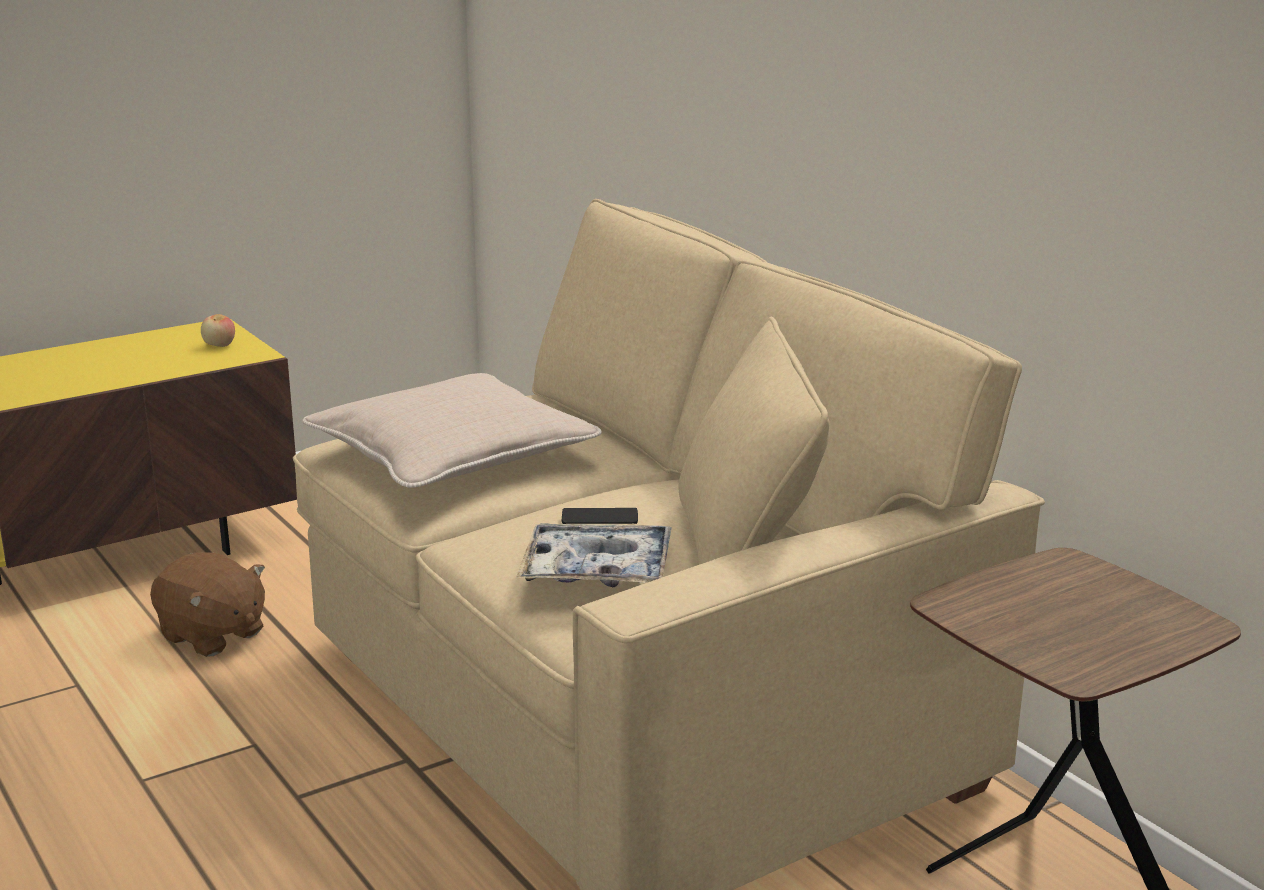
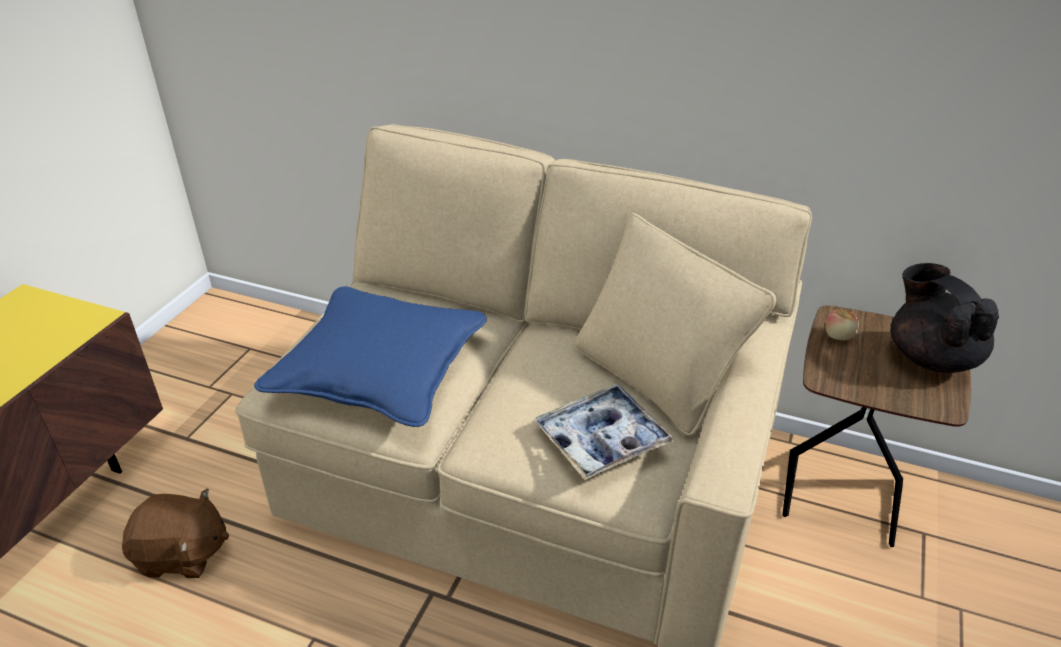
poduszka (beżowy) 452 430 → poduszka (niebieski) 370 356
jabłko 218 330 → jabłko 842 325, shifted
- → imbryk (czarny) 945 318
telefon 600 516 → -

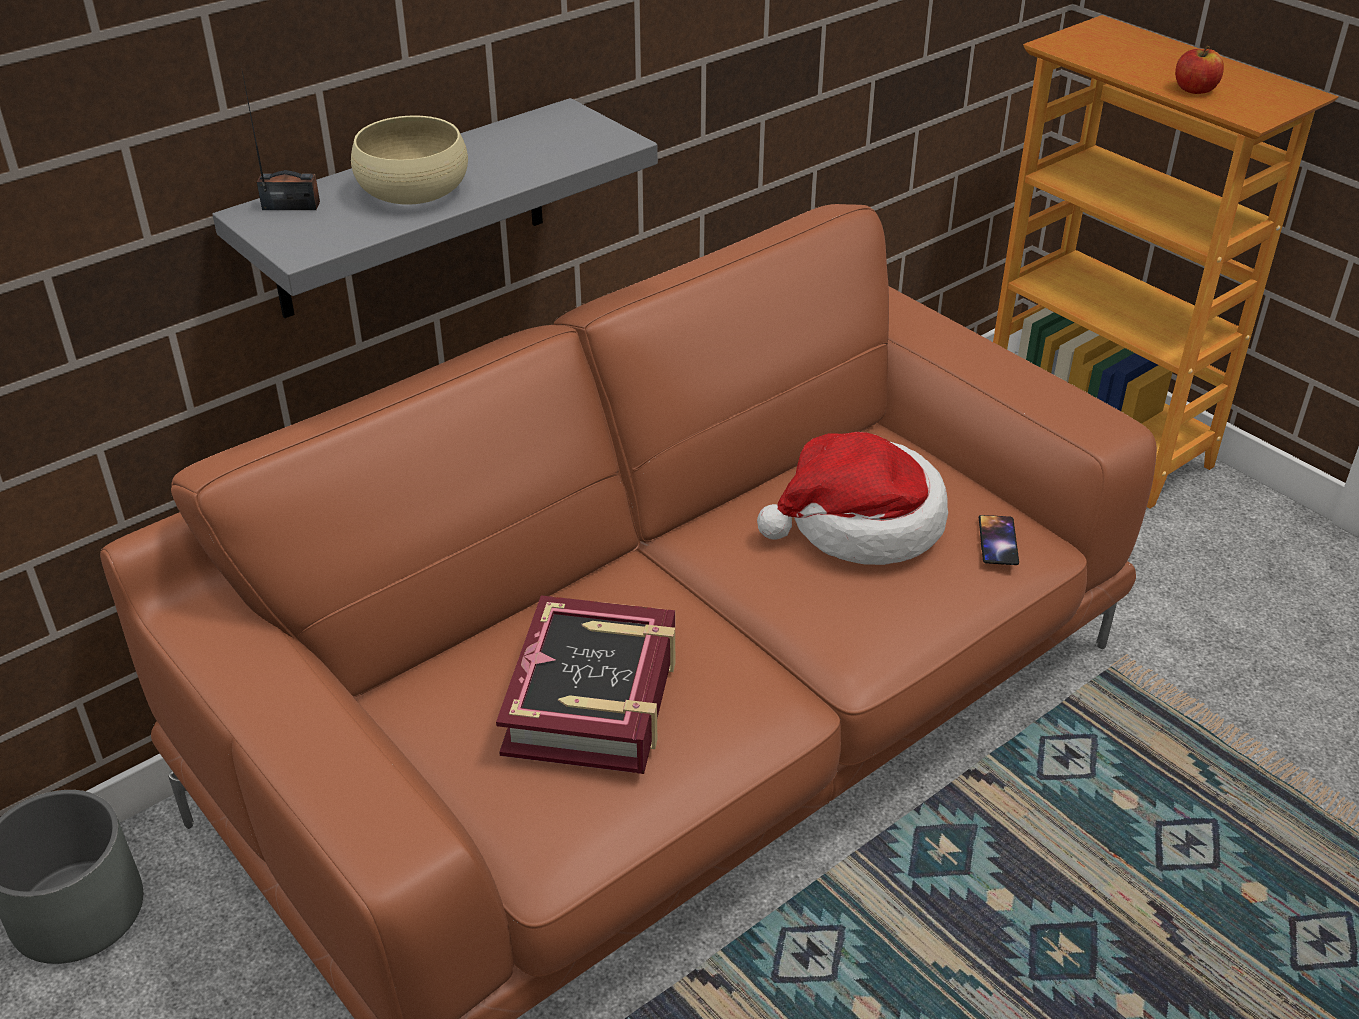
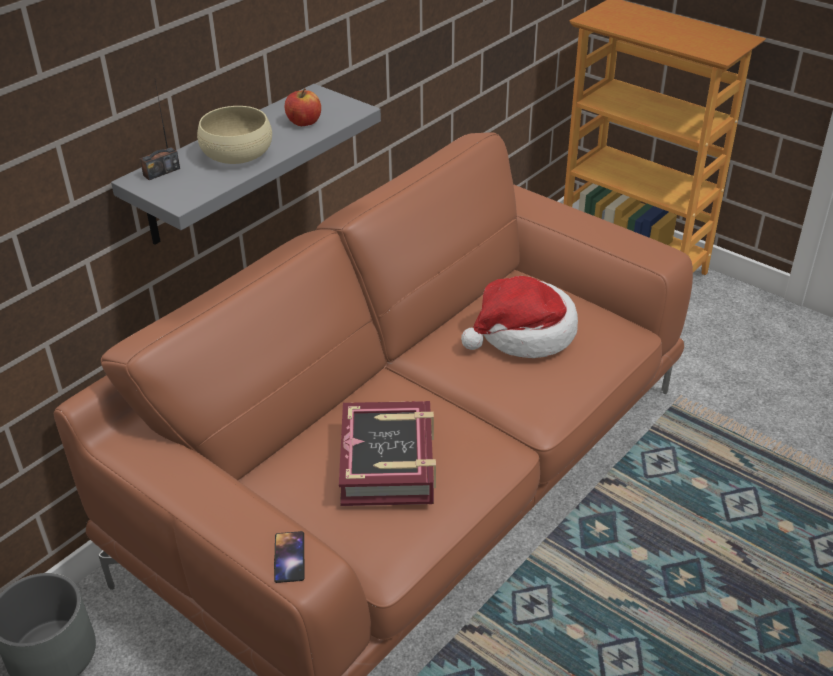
radio 281 140 → radio 160 130, 150 degrees clockwise
telefon 999 540 → telefon 289 557, shifted
jabłko 1199 70 → jabłko 303 107, shifted

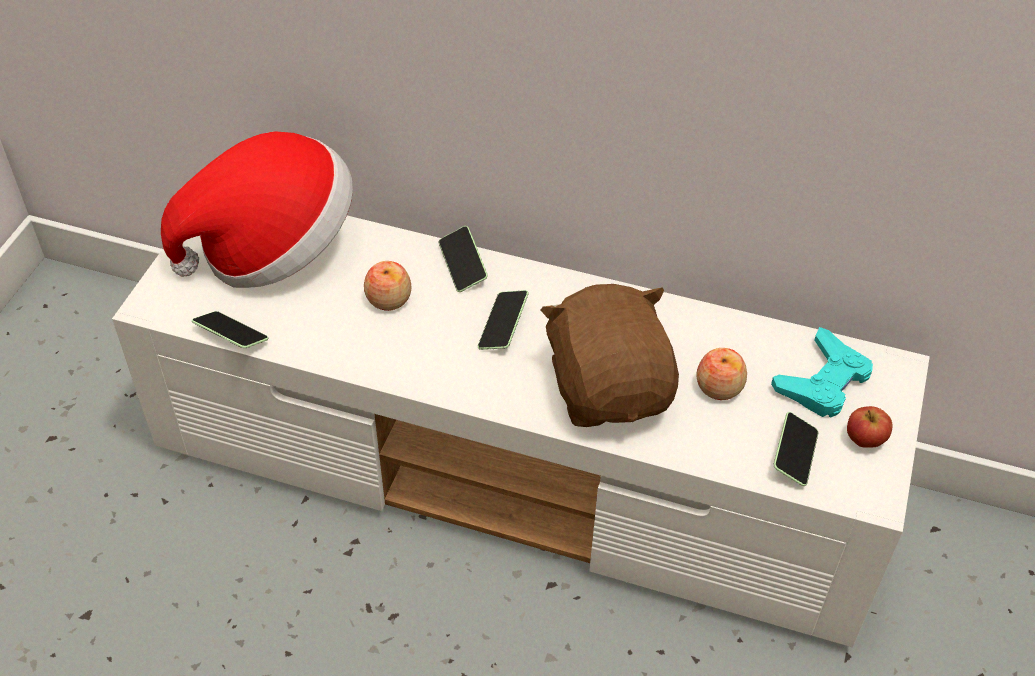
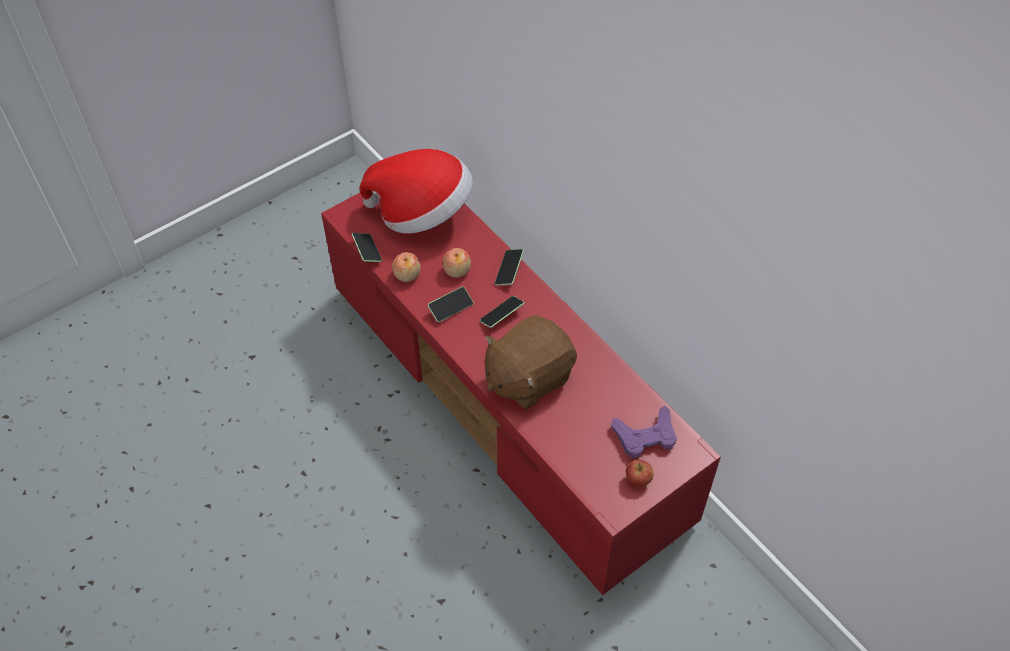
szafka pod telewizor (biały) 521 431 → szafka pod telewizor (czerwony) 521 392
jabłko 722 374 → jabłko 406 267, shifted
telefon 796 449 → telefon 451 304, shifted
pluszak (brązowy) 610 355 → pluszak (brązowy) 531 363, 150 degrees counterclockwise
pad do gier (turkusowy) 822 372 → pad do gier (fioletowy) 643 432

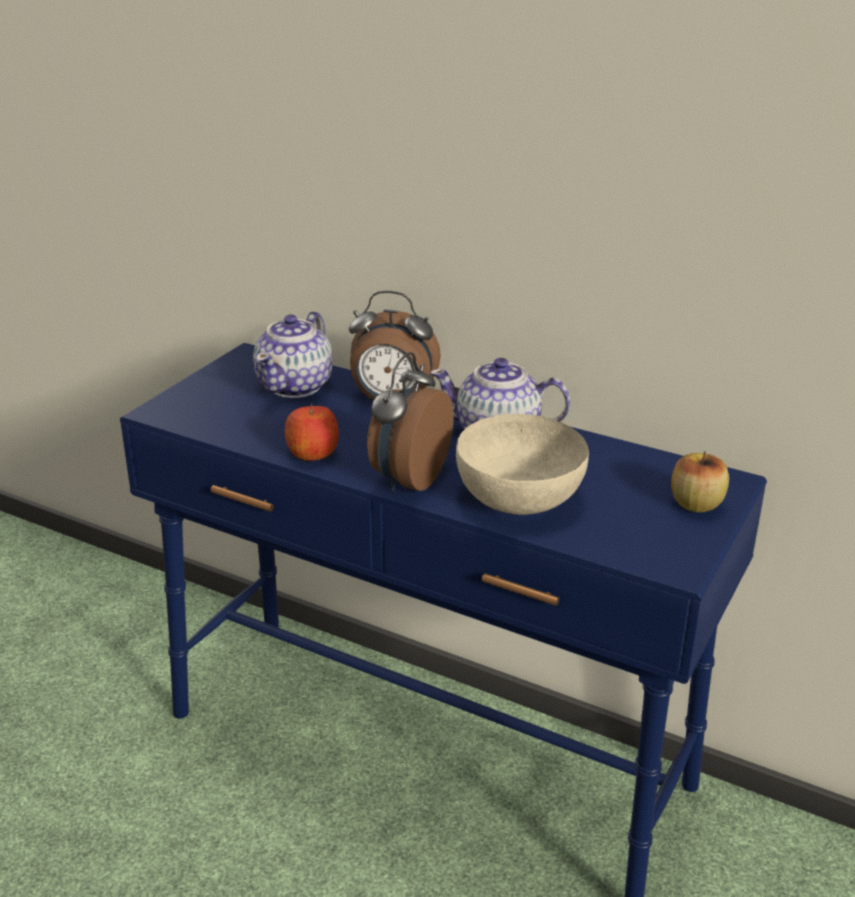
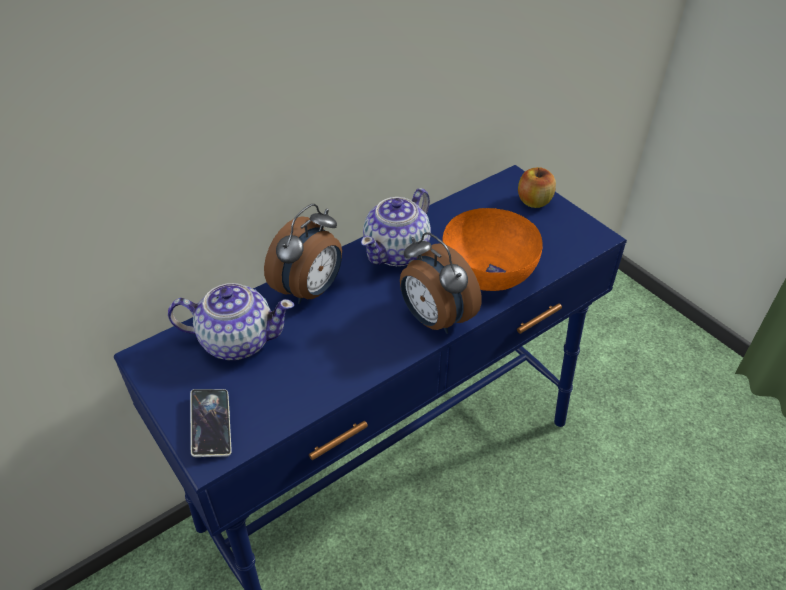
imbryk 293 354 → imbryk 231 321, 45 degrees counterclockwise
- → telefon 211 423
miska (beżowy) 522 464 → miska (pomarańczowy) 492 249
jabłko 312 432 → -

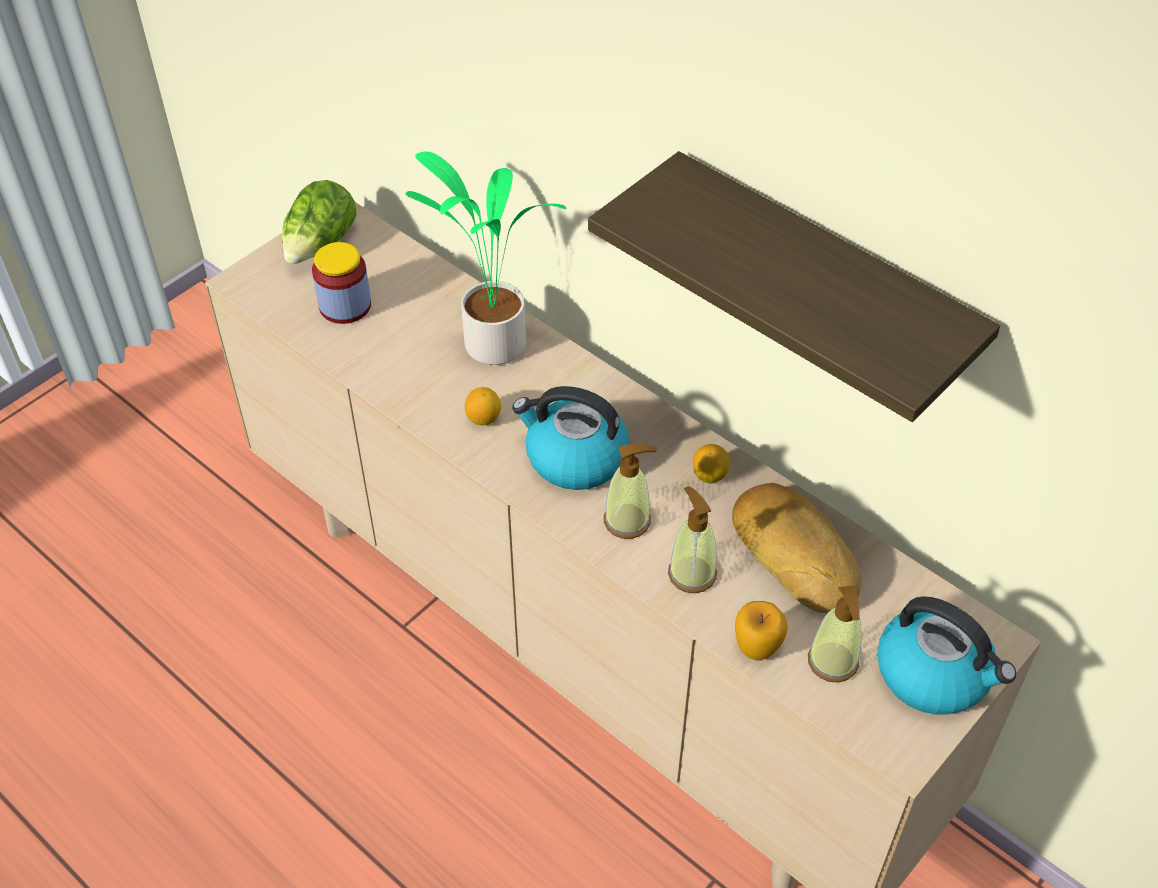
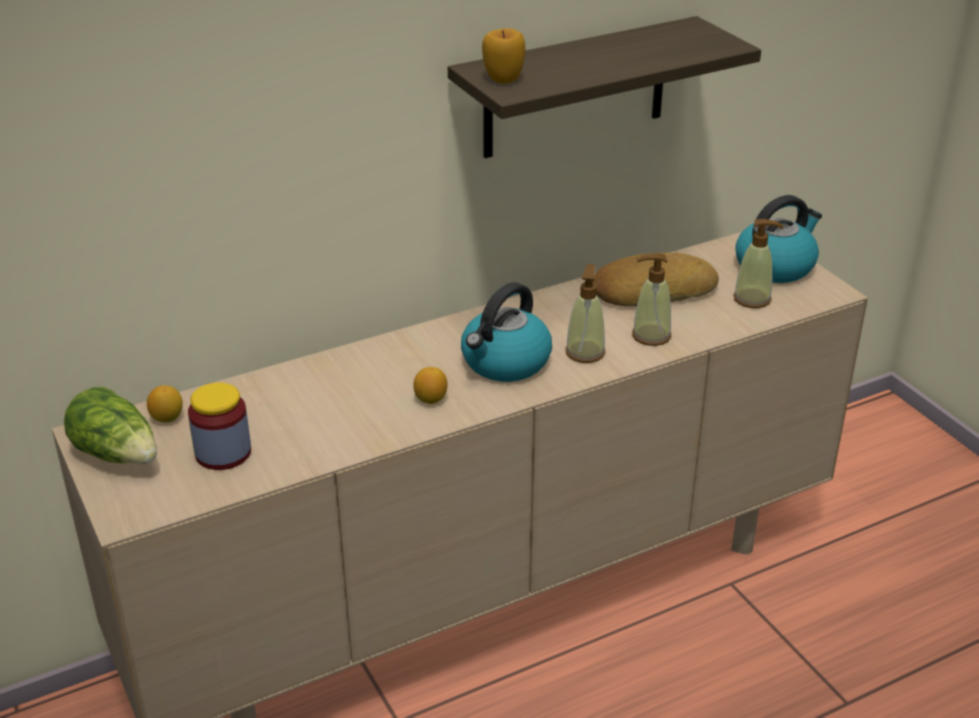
cytryna 711 464 → cytryna 165 404, shifted
jabłko 761 631 → jabłko 503 56, shifted
roślina doniczkowa 485 258 → -

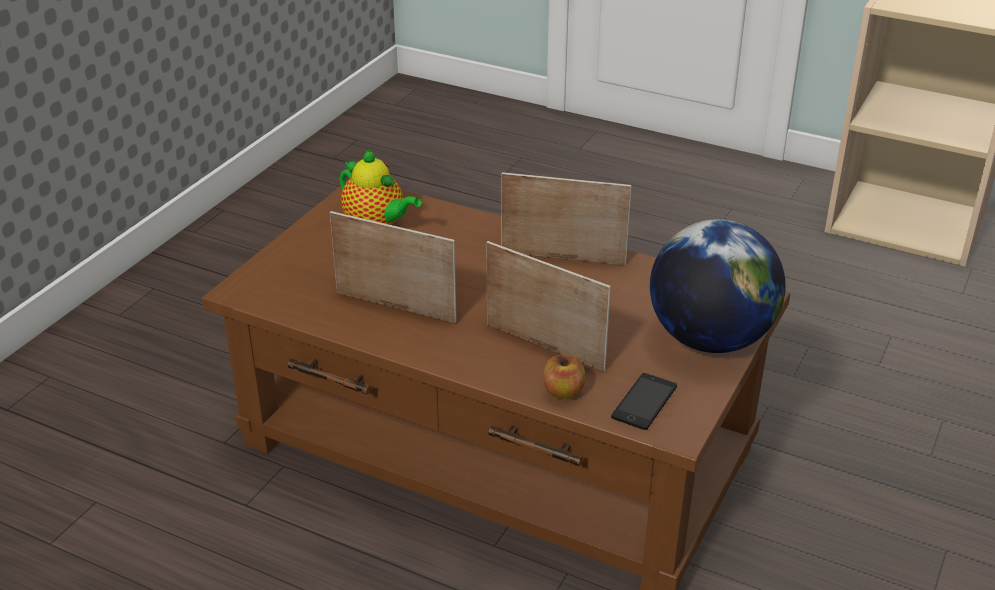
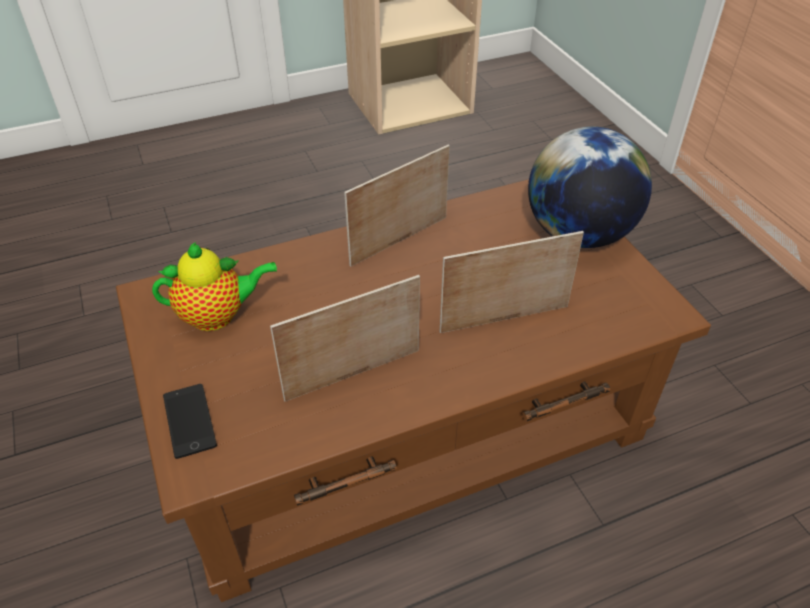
telefon 644 401 → telefon 190 421, shifted
jabłko 564 377 → -

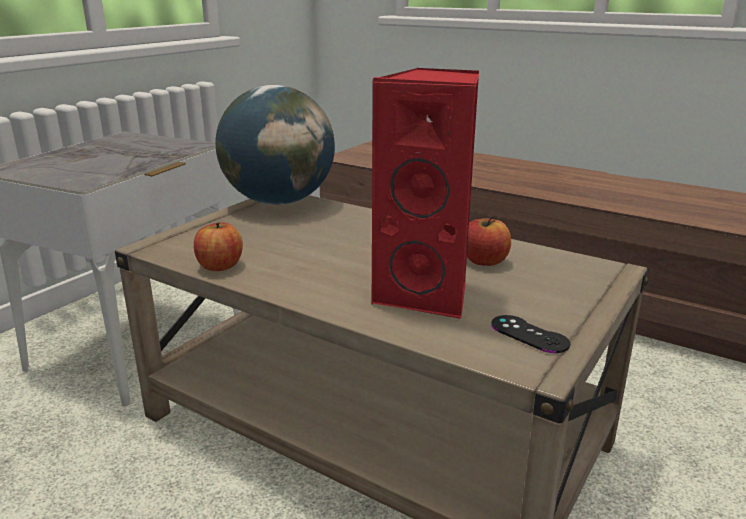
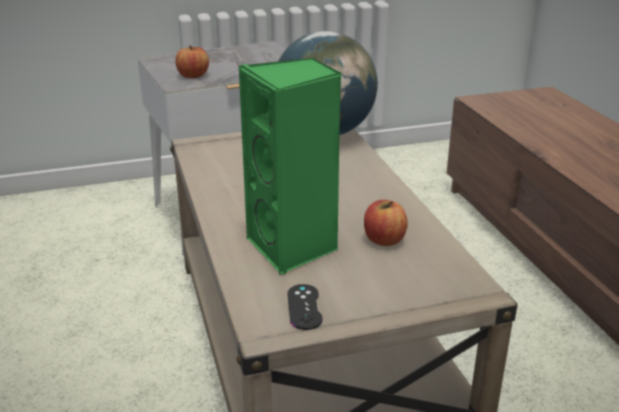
jabłko 218 246 → jabłko 192 62, shifted
głośnik (czerwony) 425 193 → głośnik (zielony) 290 166

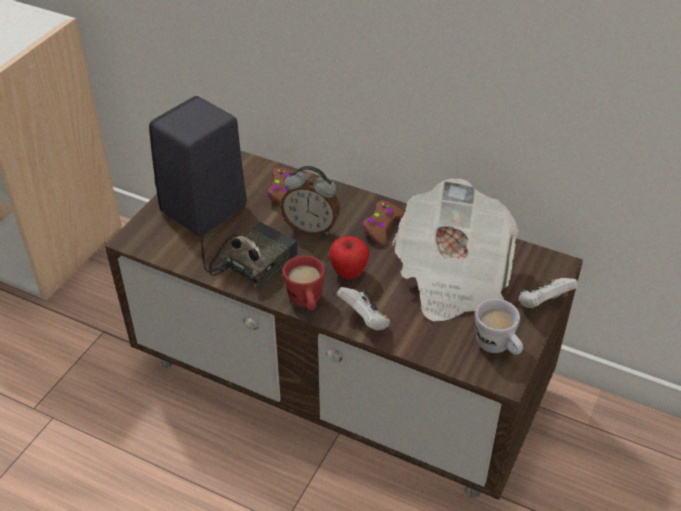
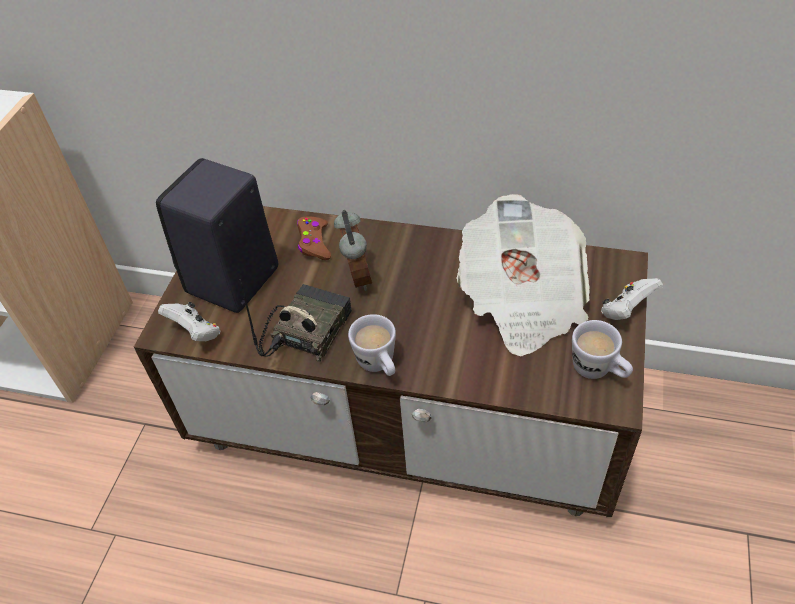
pad do gier (biały) 363 308 → pad do gier (biały) 189 321, shifted
budzik 310 201 → budzik 353 250, 105 degrees counterclockwise
kubek (czerwony) 304 282 → kubek (biały) 372 345
jabłko 349 257 → -
pad do gier (brązowy) 383 223 → -

